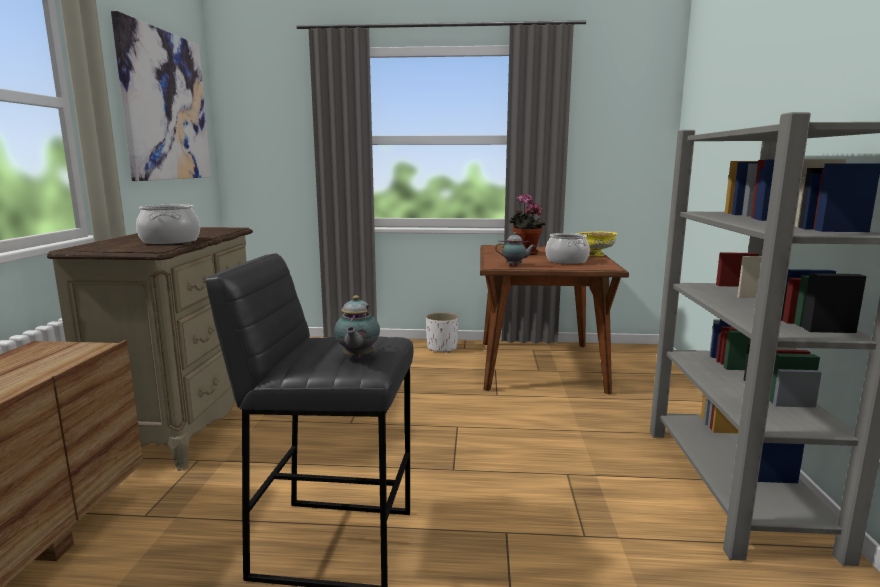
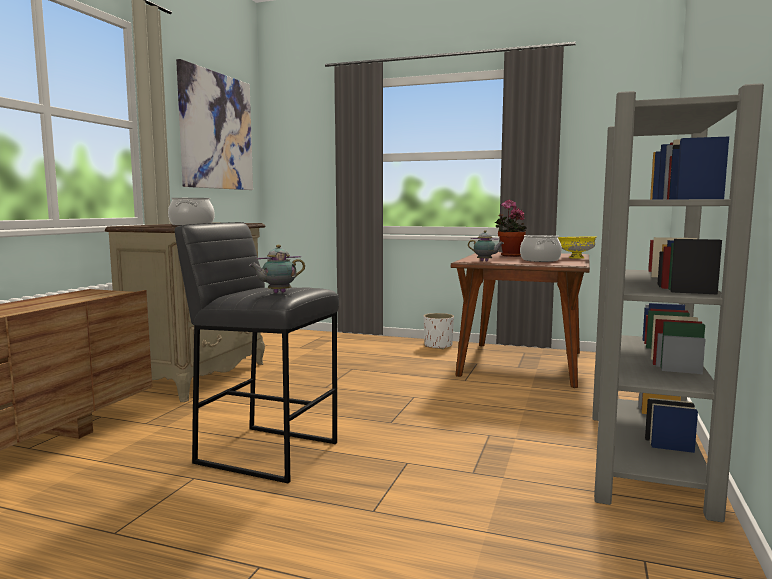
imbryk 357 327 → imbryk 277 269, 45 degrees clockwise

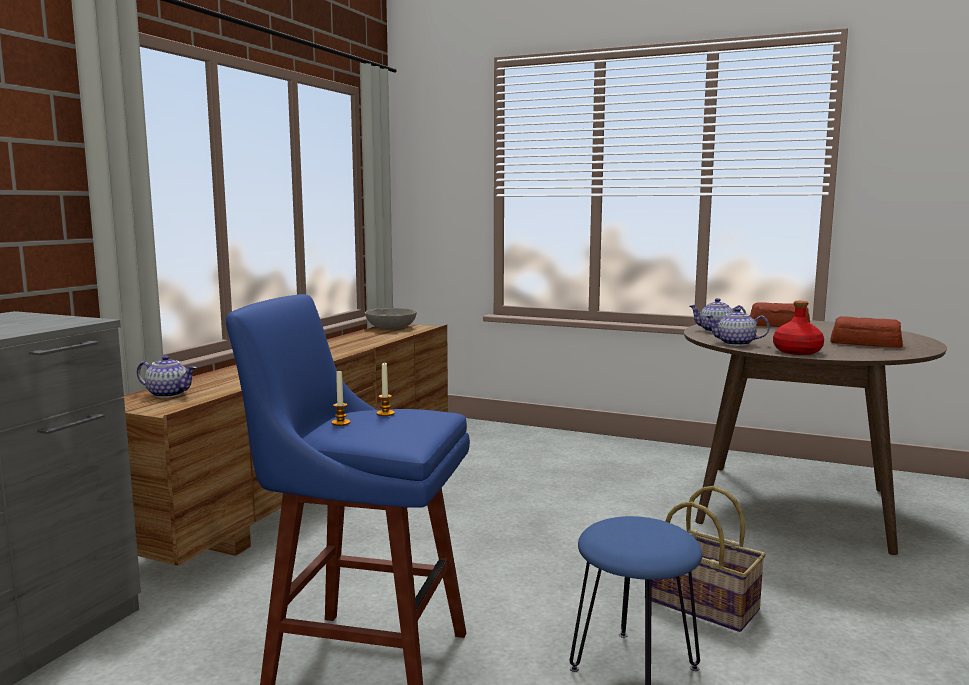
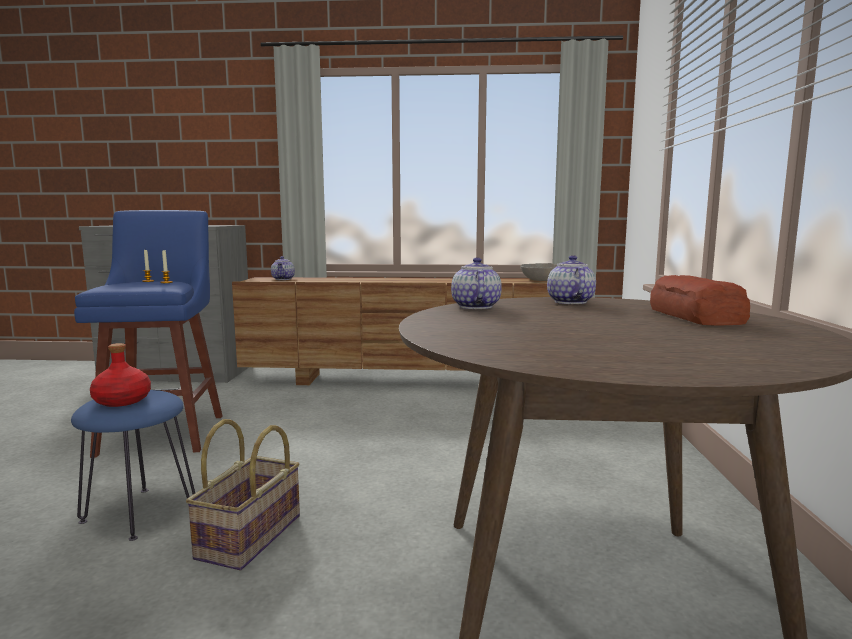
butelka (czerwony) 798 328 → butelka (czerwony) 120 375, shifted
chleb 866 332 → -

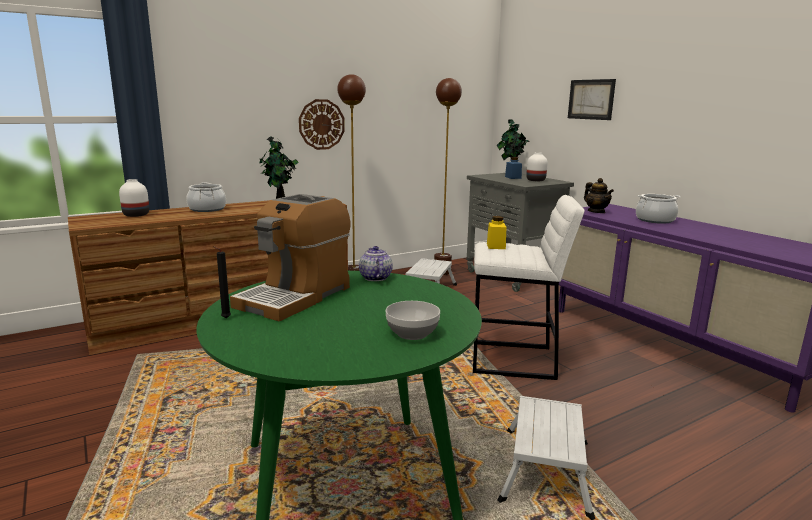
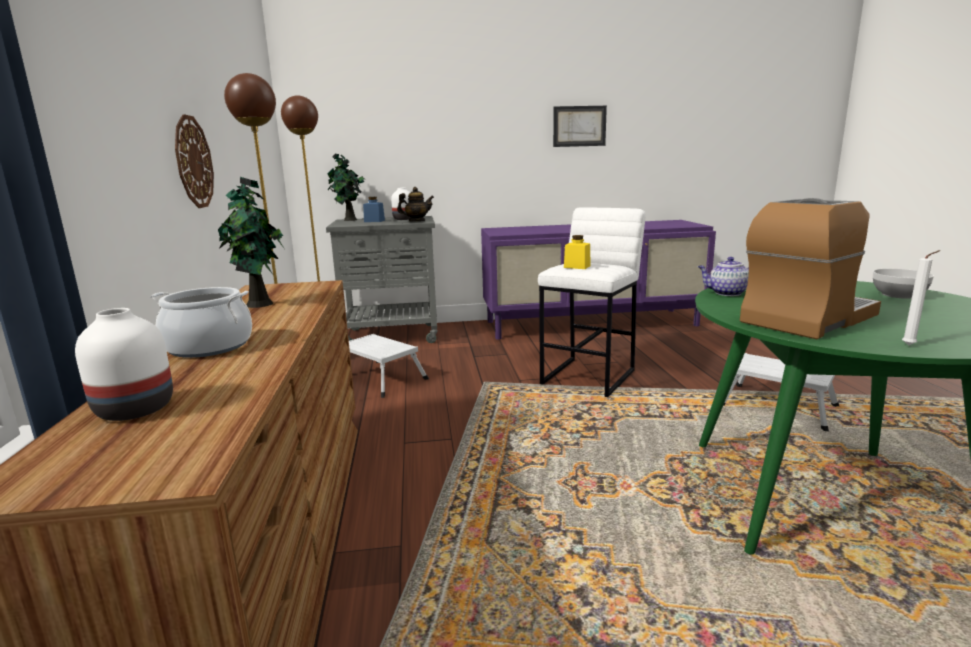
imbryk 599 195 → imbryk 415 204, shifted
obraz 592 99 → obraz 580 126, shifted
ekspres do kawy 290 257 → ekspres do kawy 810 268, 90 degrees counterclockwise
świeca (czarny) 222 282 → świeca (biały) 921 298
garnek 658 209 → -

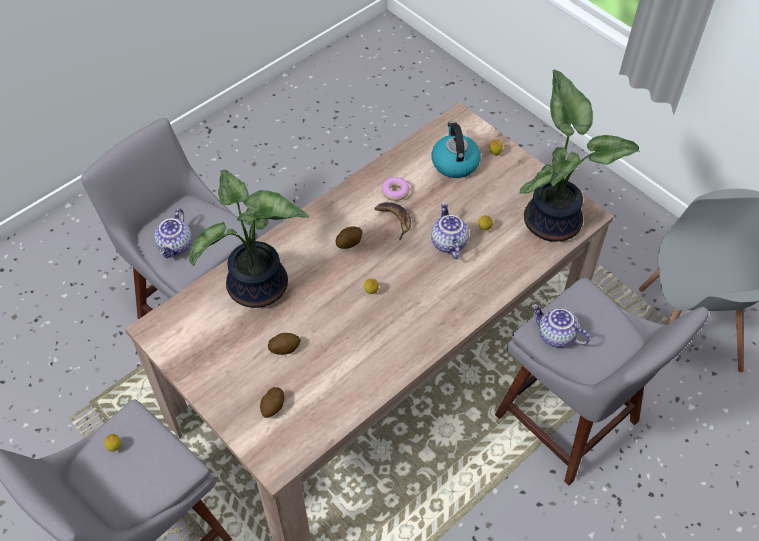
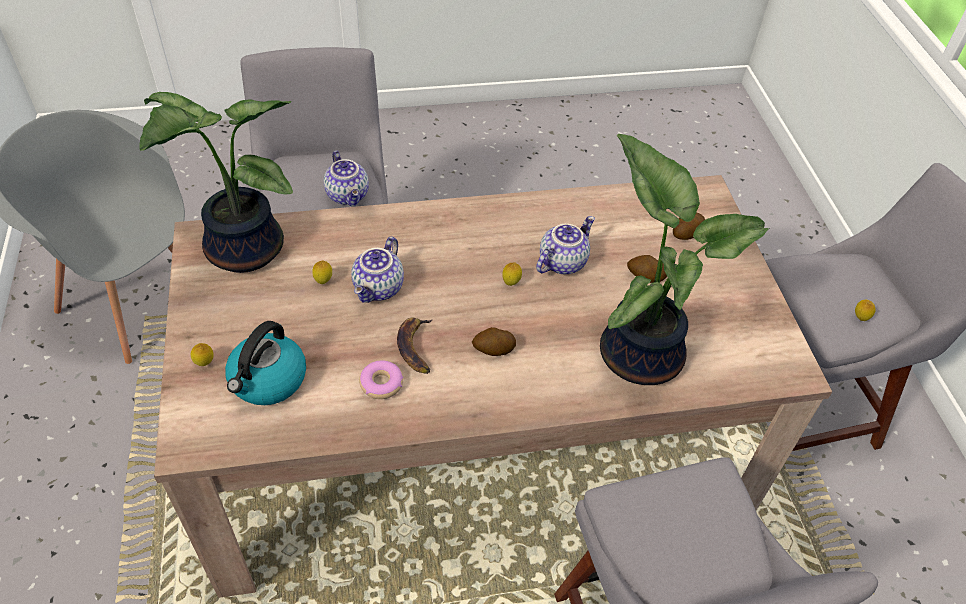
imbryk 173 233 → imbryk 565 245, shifted

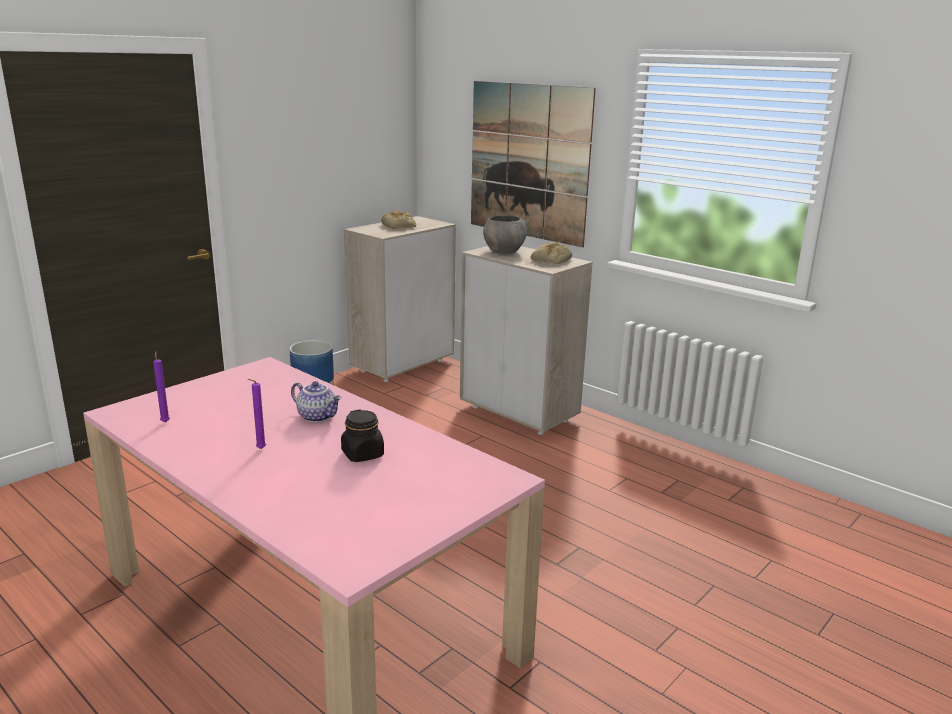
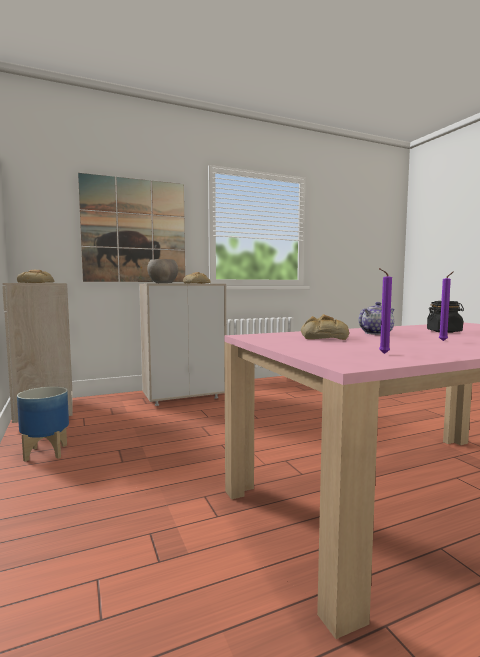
- → chleb 325 327

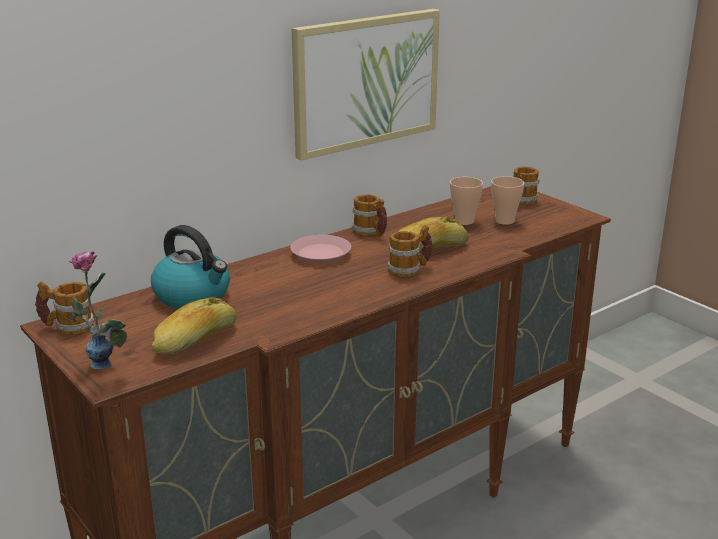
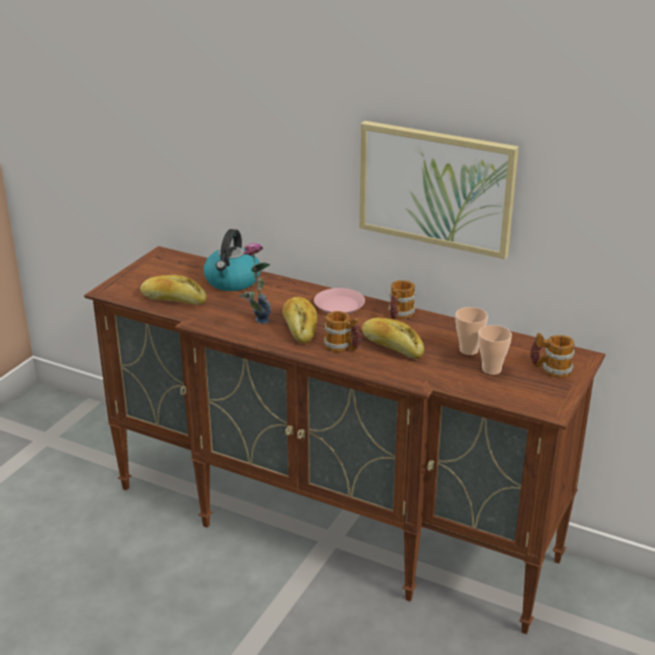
wazon 98 310 → wazon 255 283, shifted
- → chleb 300 320
kubek 64 308 → -

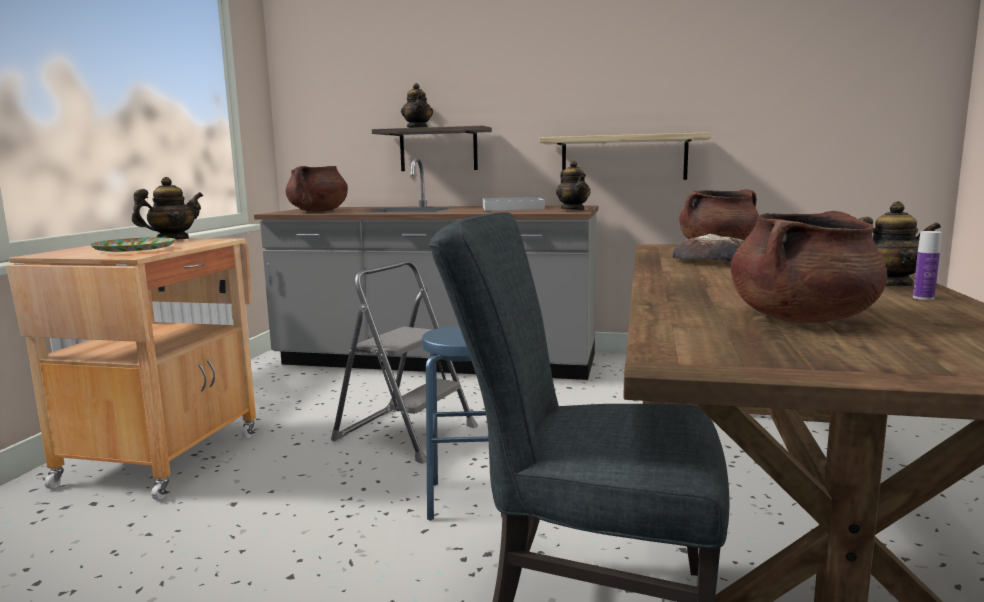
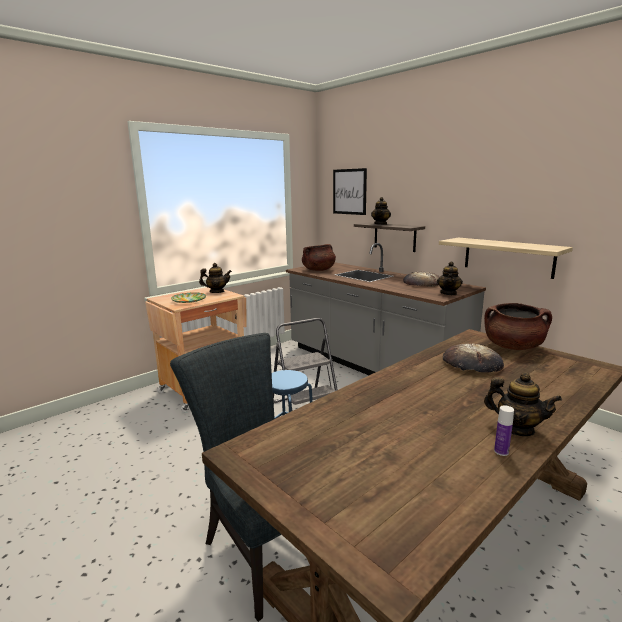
- → obraz 350 191
taca (biały) 514 204 → chleb 421 279
garnek (brązowy) 809 267 → -

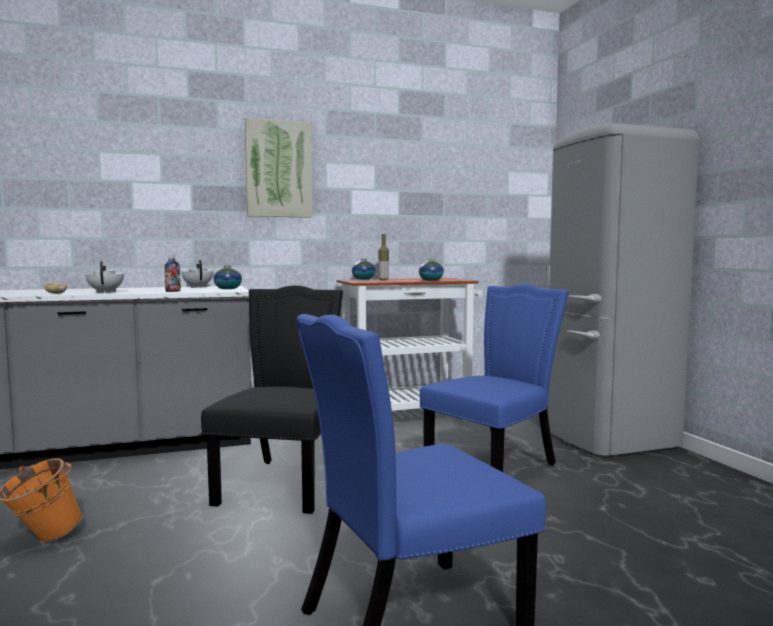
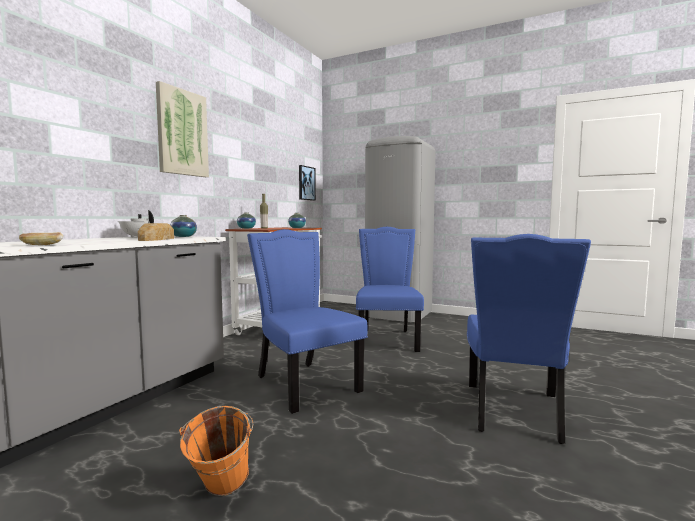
butelka 172 273 → chleb 156 232
krzesło (czarny) 272 399 → krzesło (niebieski) 307 321
- → obraz 307 183
imbryk (biały) 104 277 → -

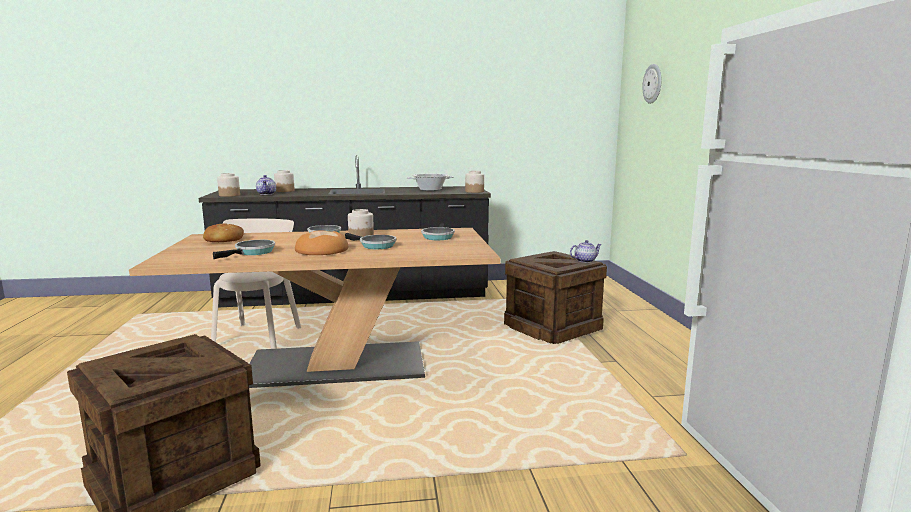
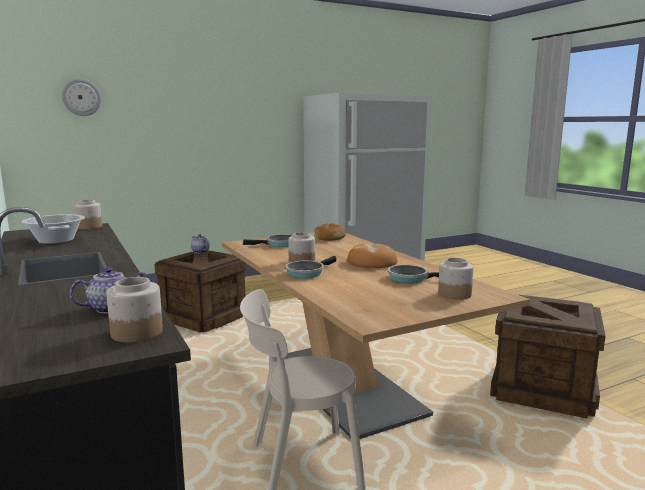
chleb 223 232 → chleb 330 232, shifted
słoik 284 181 → słoik 455 279, shifted
patelnia 370 241 → -

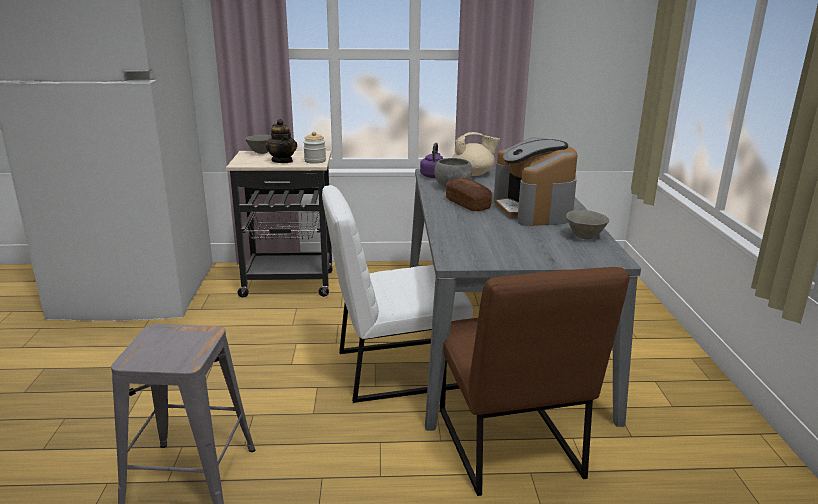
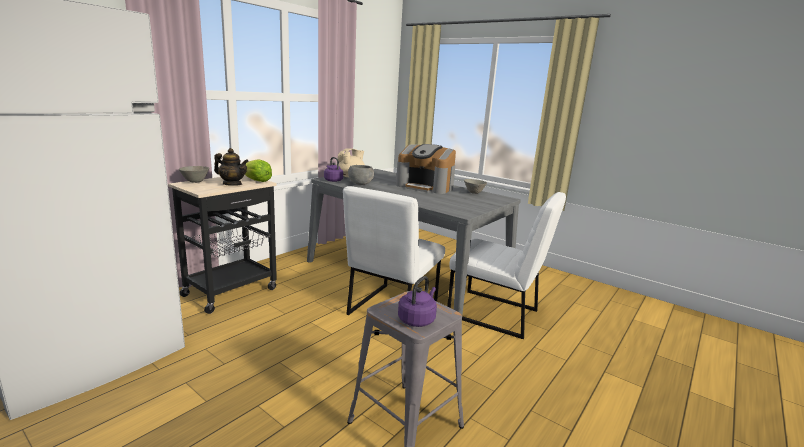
słoik 314 148 → sałata 258 170
- → czajnik (fioletowy) 417 301
krzesło (brązowy) 535 381 → krzesło (biały) 506 265
chleb 469 194 → -

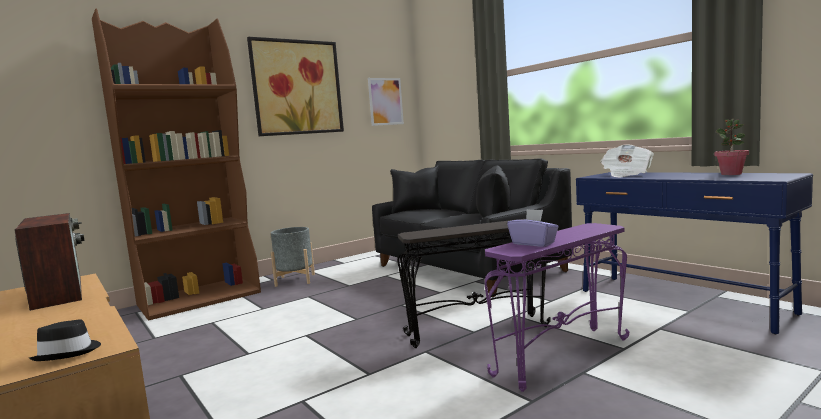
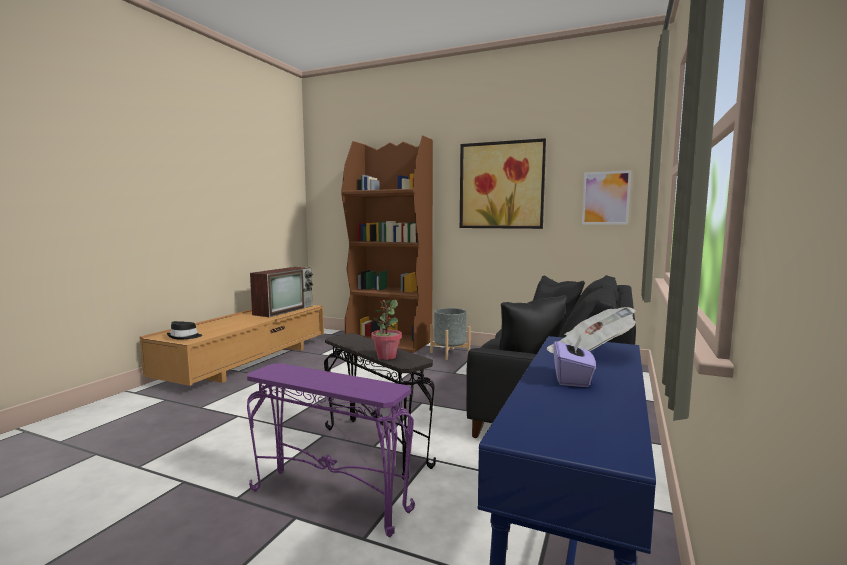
roślina doniczkowa 732 147 → roślina doniczkowa 386 329, shifted
pudełko chusteczek (fioletowy) 533 228 → pudełko chusteczek (fioletowy) 575 361, shifted

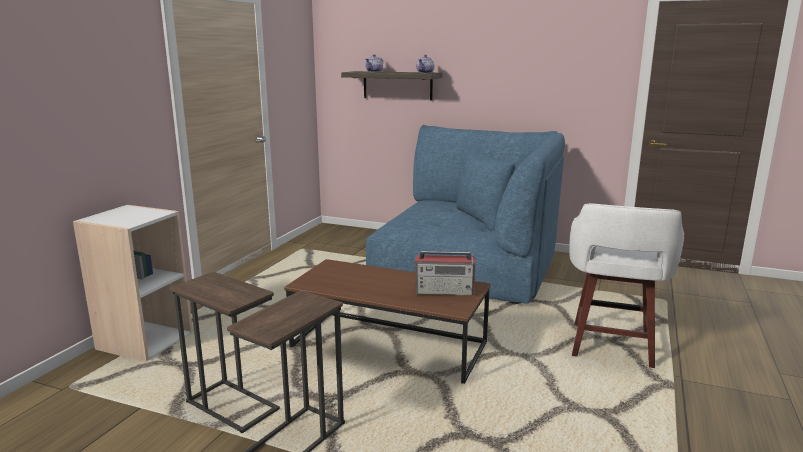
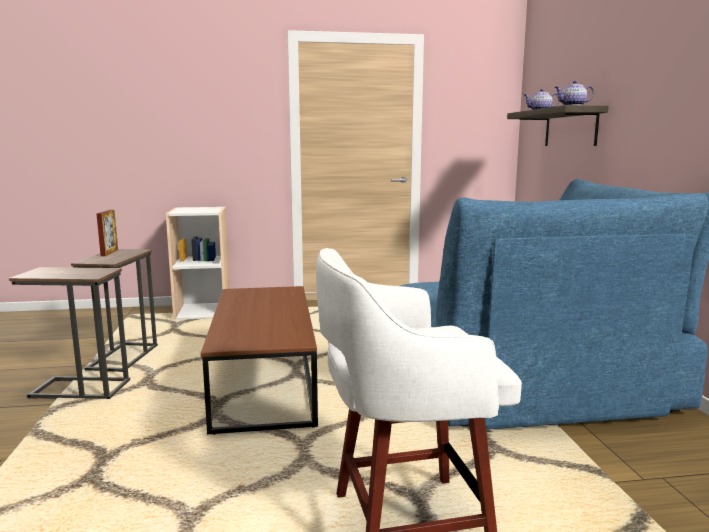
- → ramka na zdjęcie 107 233
radio 445 273 → -

